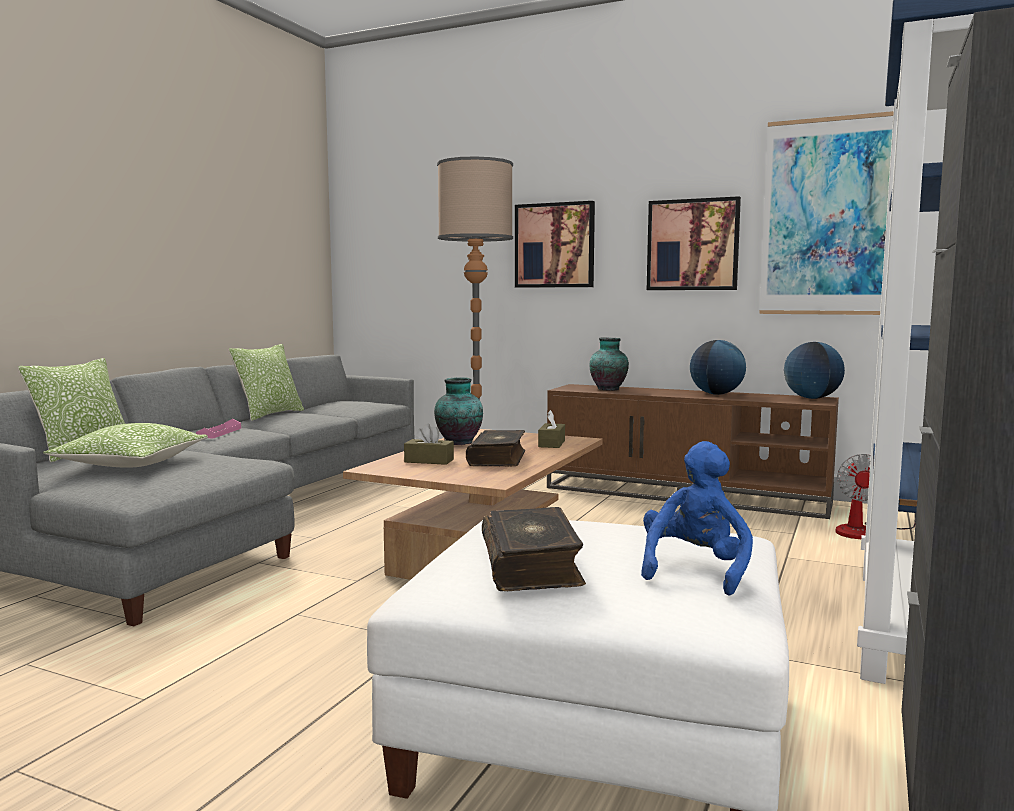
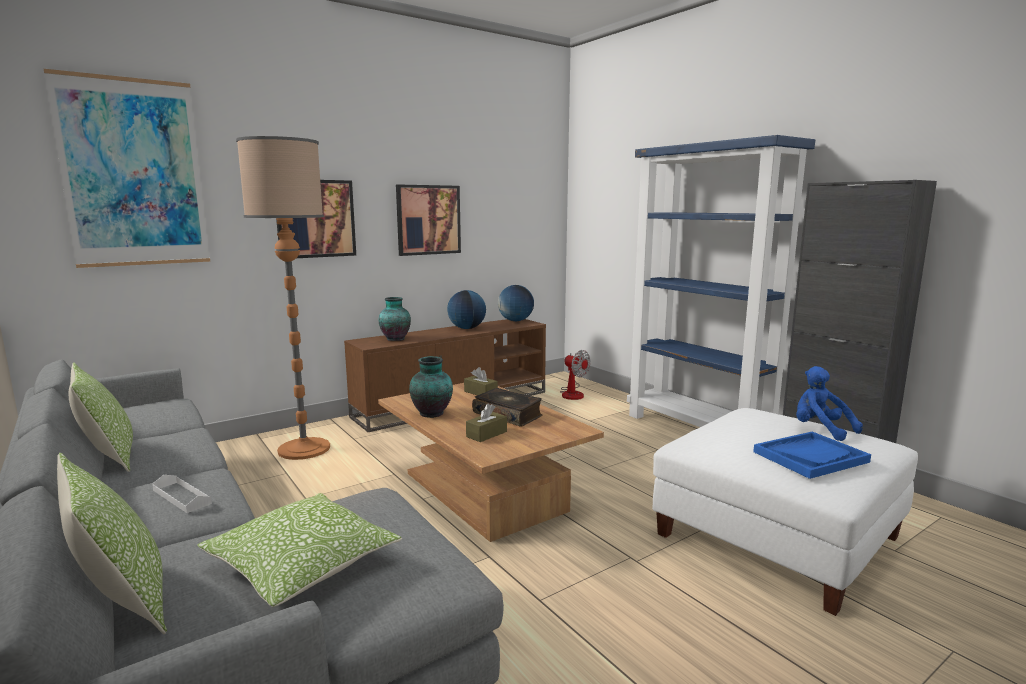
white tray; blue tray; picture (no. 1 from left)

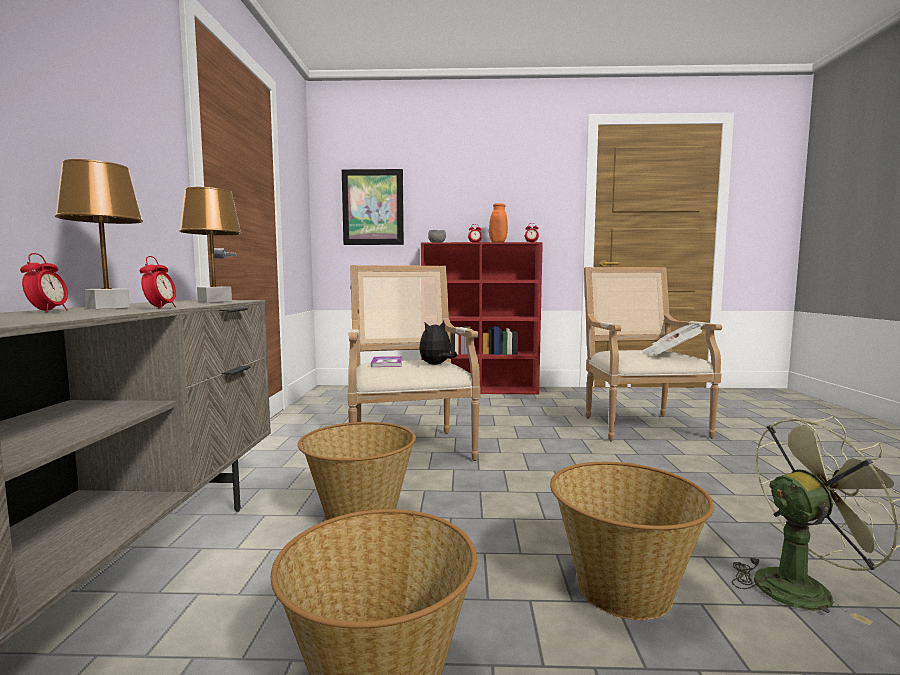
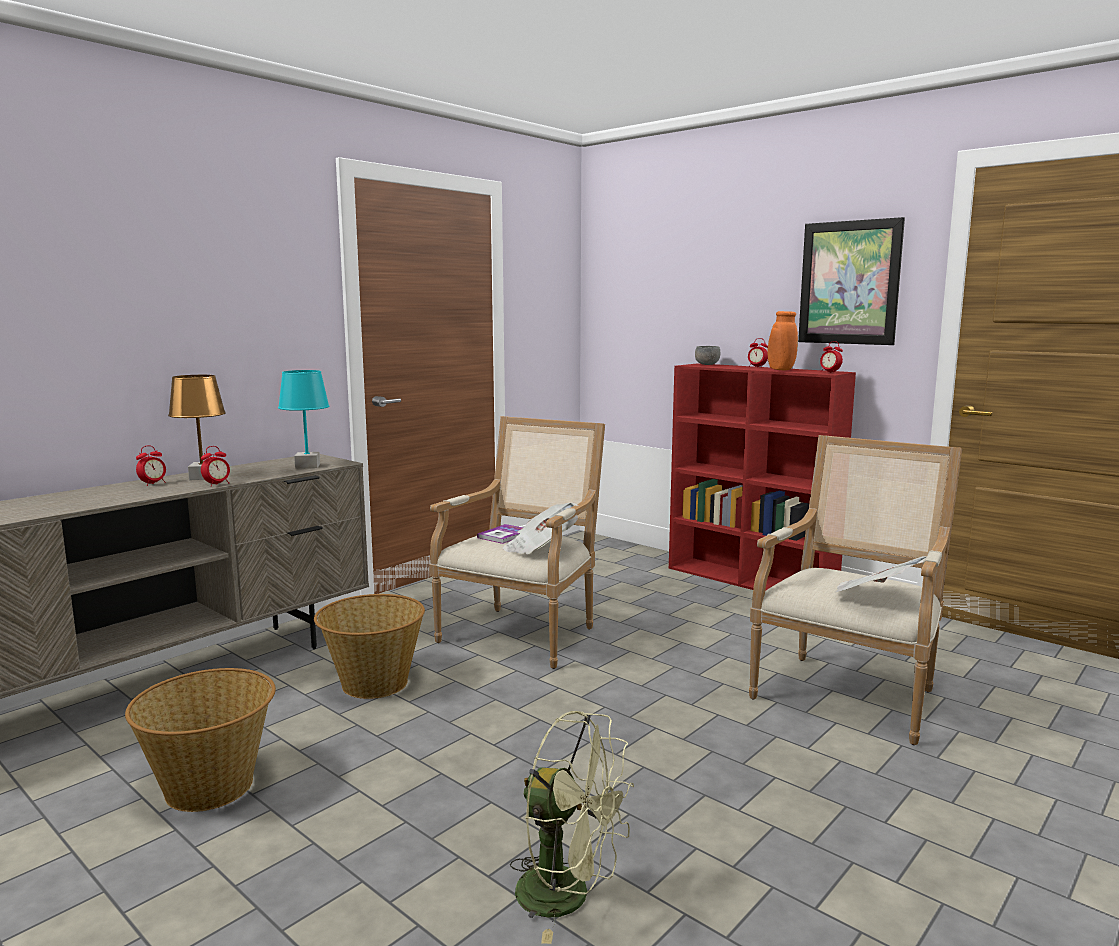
turquoise table lamp; picture; newspaper (no. 1 from left); basket (no. 3 from left in the first image)

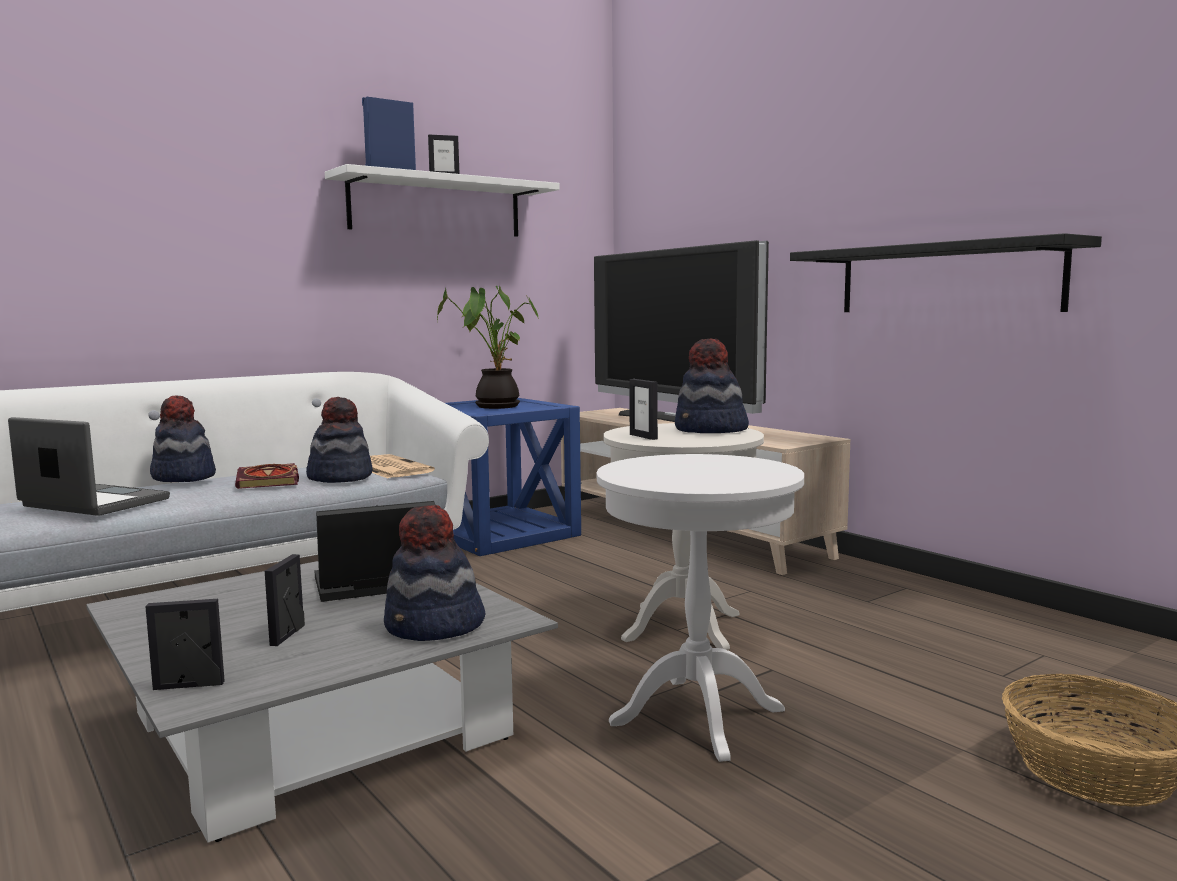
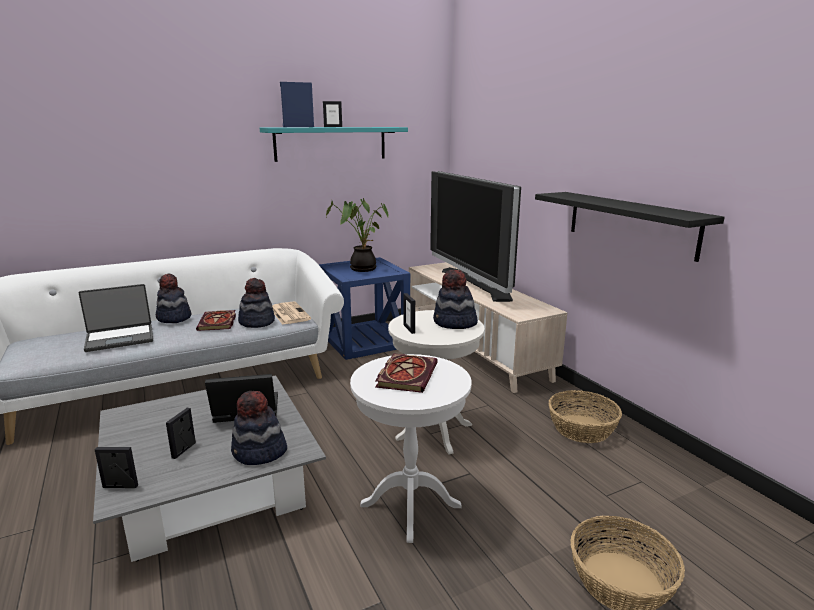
laptop (no. 1 from left); turquoise shelf; book (no. 2 from left); basket (no. 1 from left)

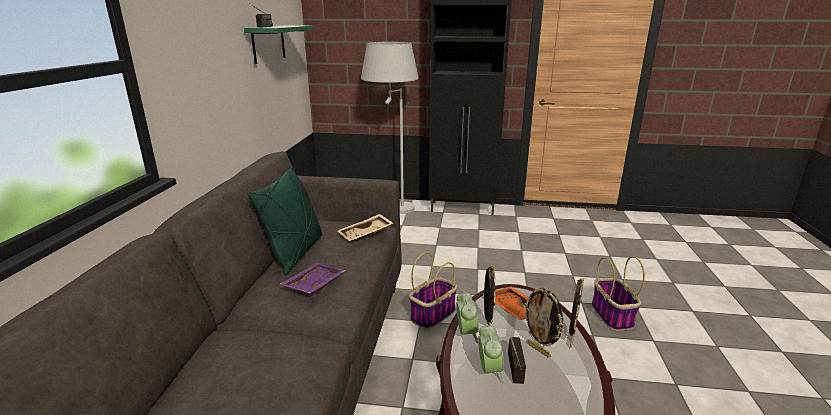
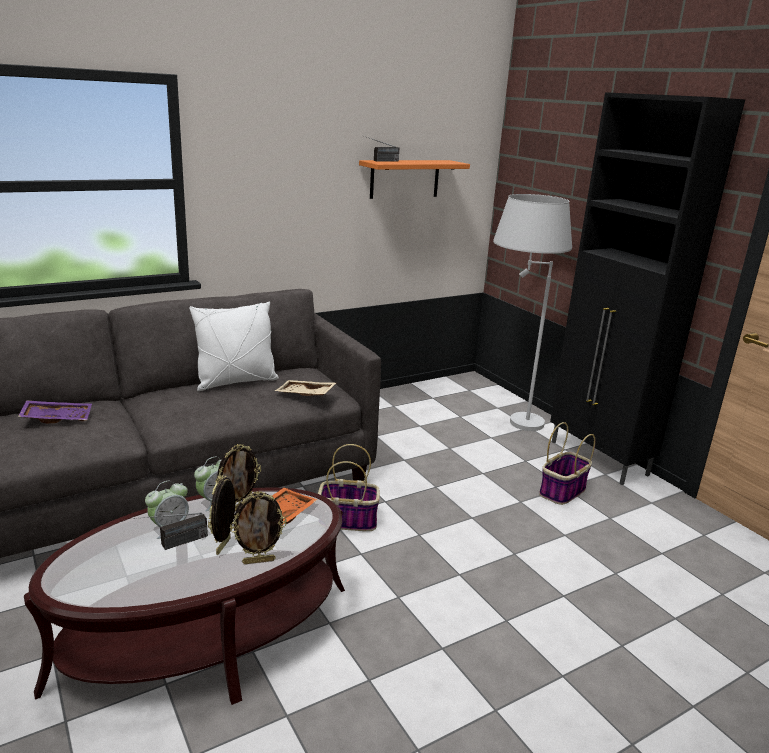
orange shelf; white pillow; purple tray; basket (no. 2 from left)

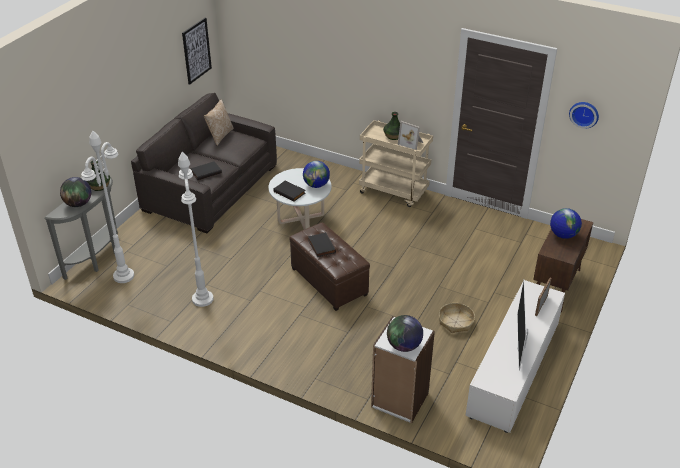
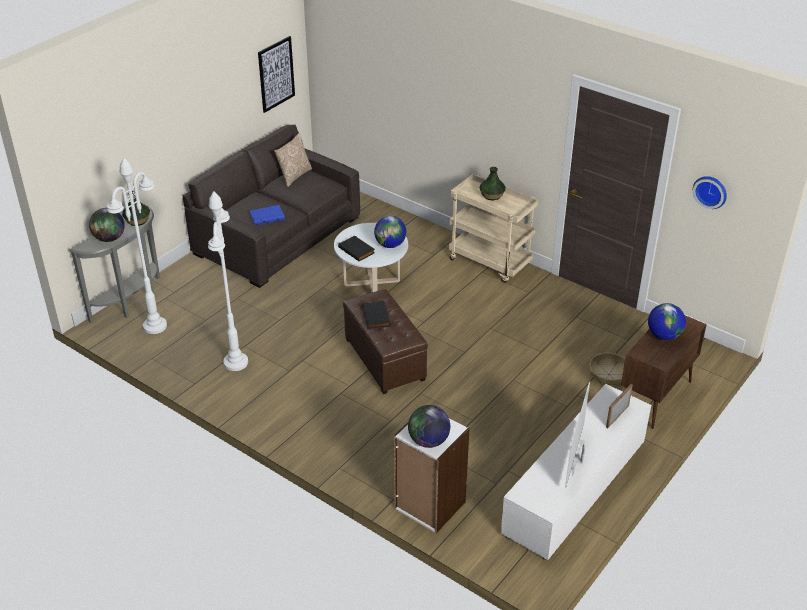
blue book; picture frame (no. 1 from left in the first image); basket

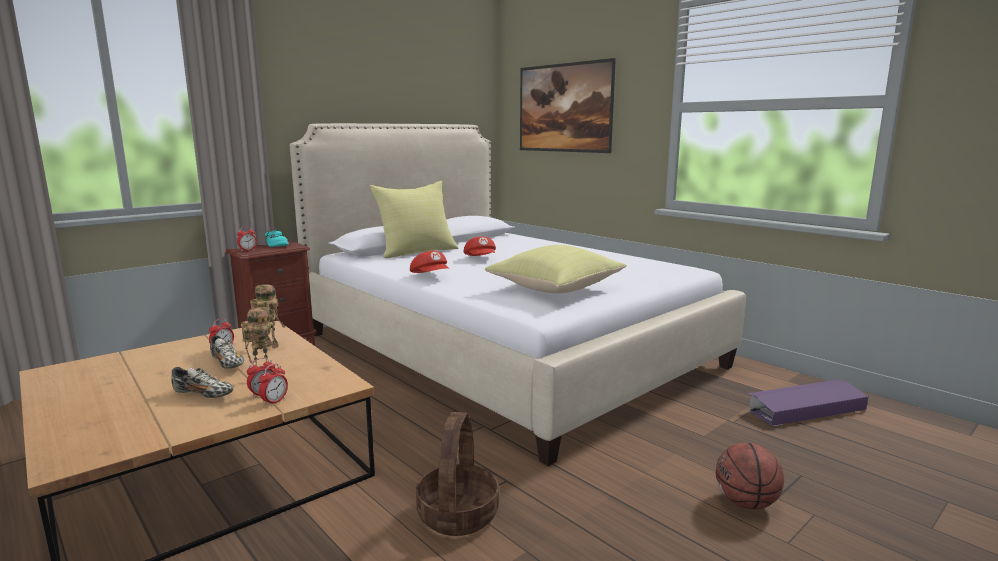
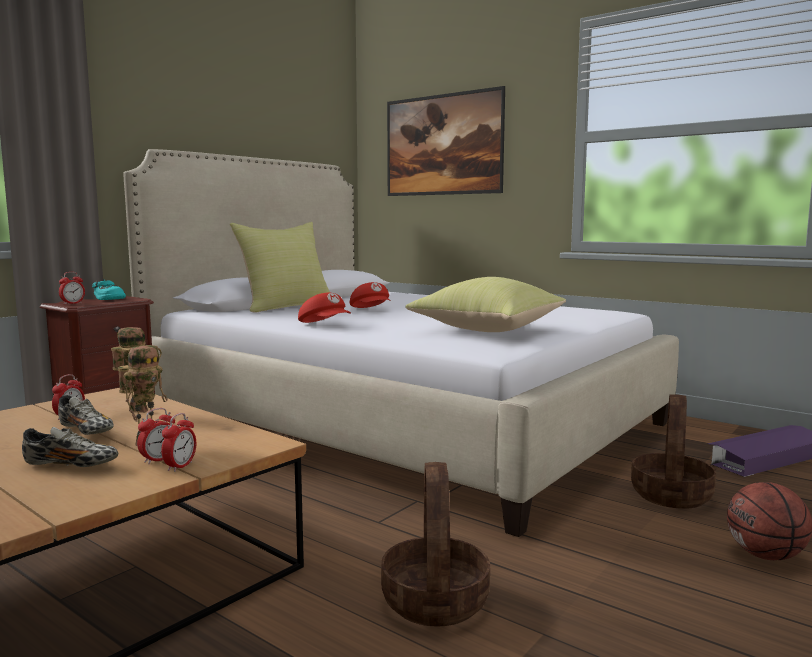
basket (no. 2 from left)

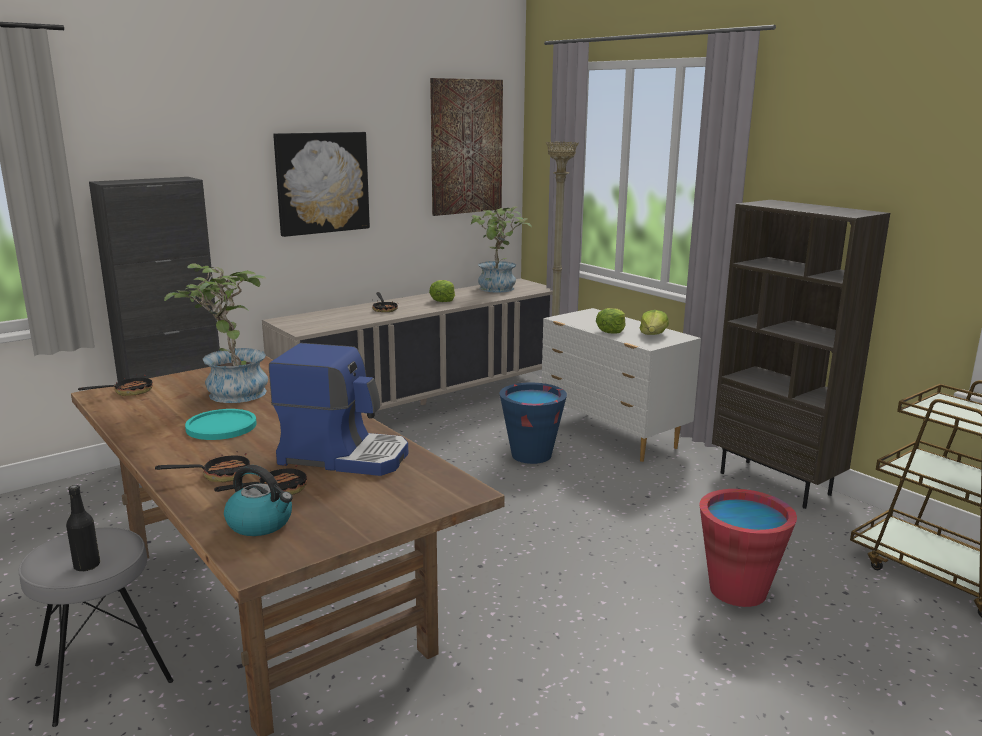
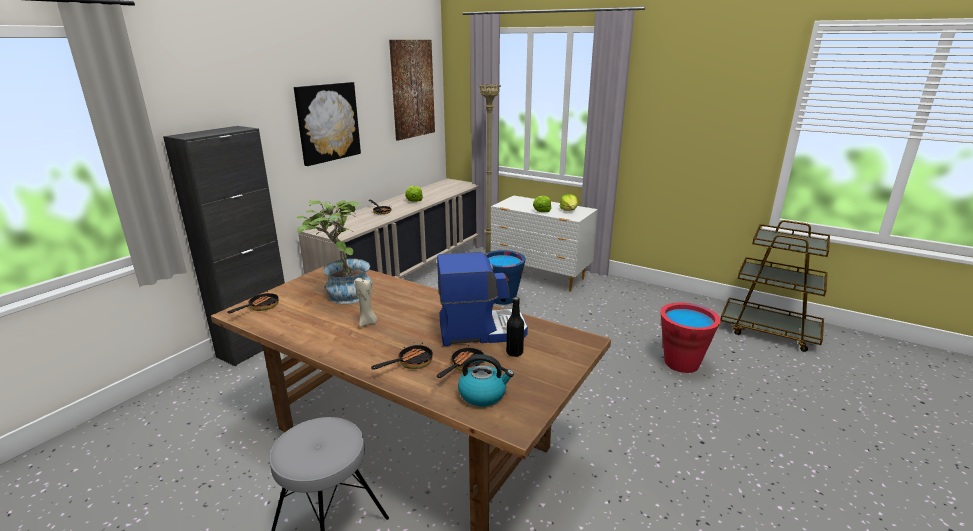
black bottle; beige candle; potted plant (no. 2 from left in the first image); brown bookcase

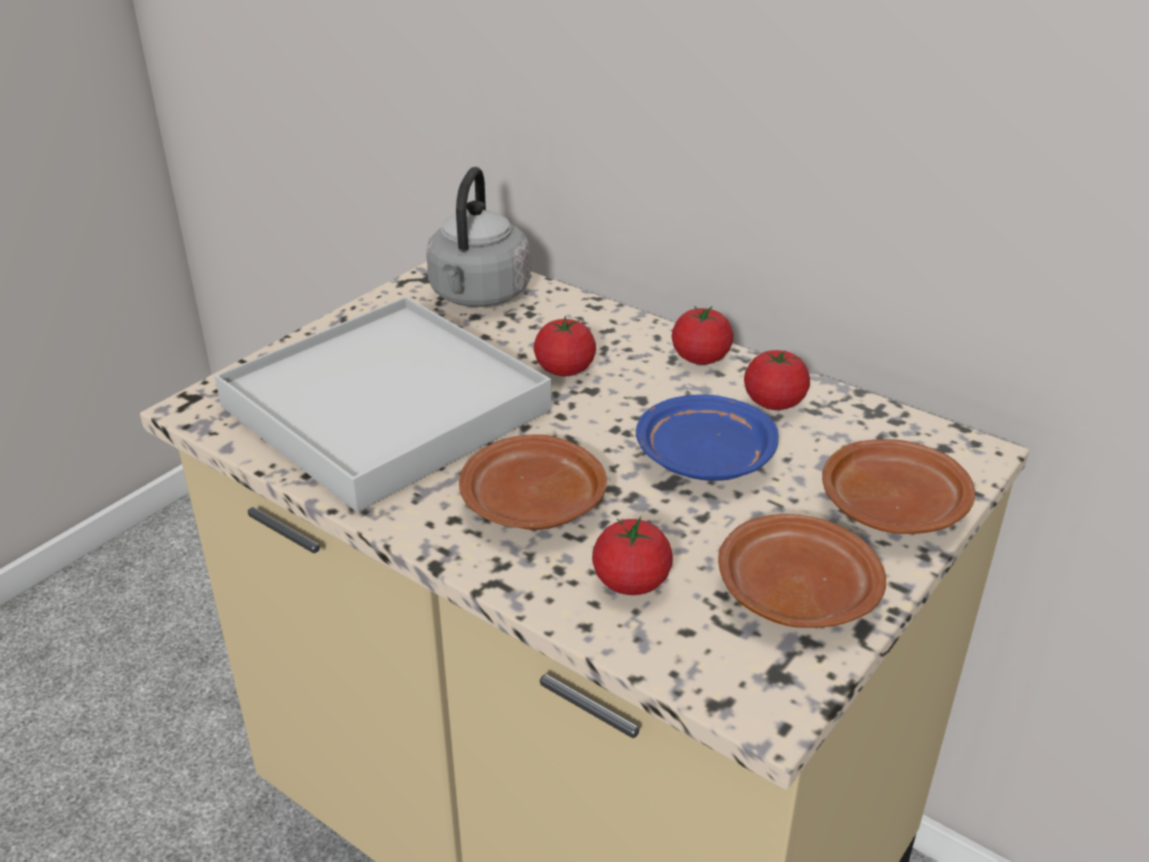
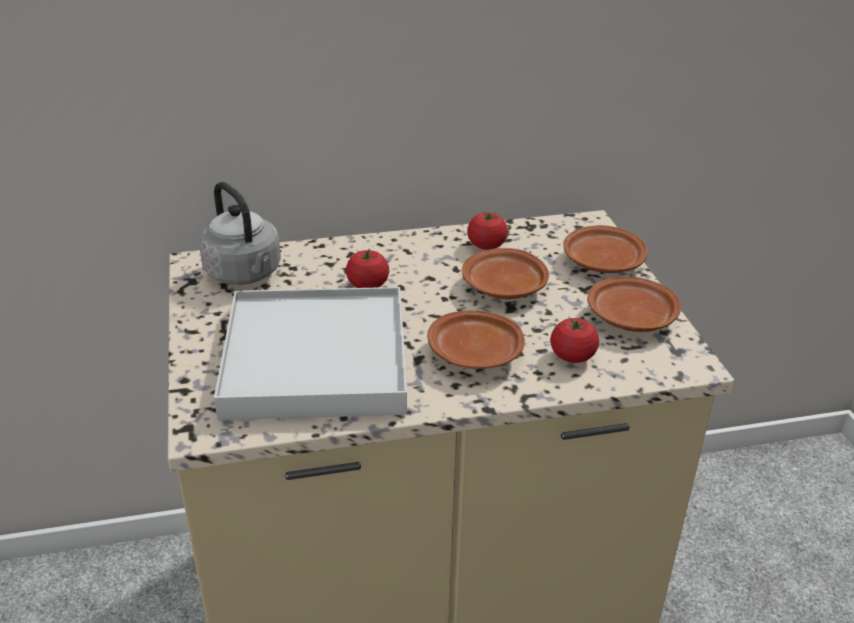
brown plate (no. 2 from left); tomato (no. 3 from left in the first image)

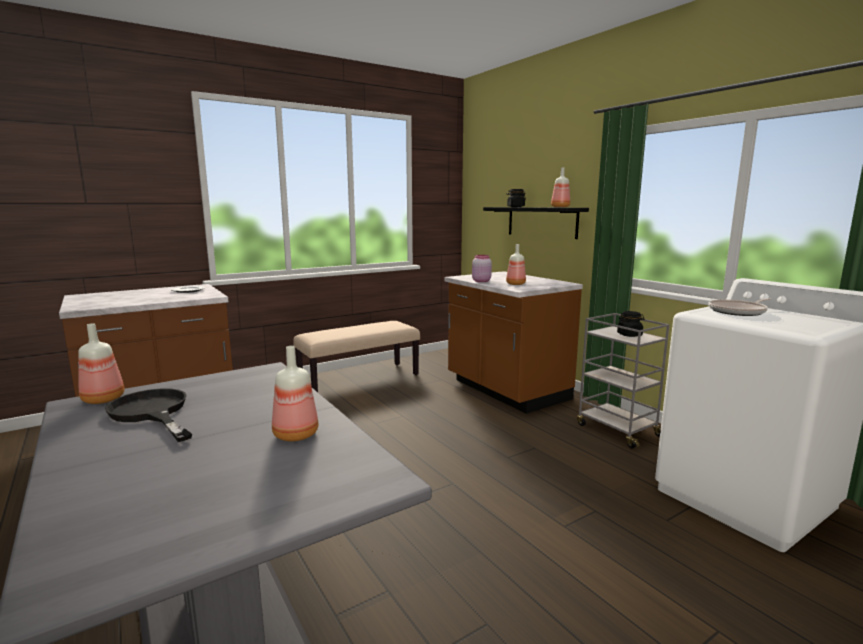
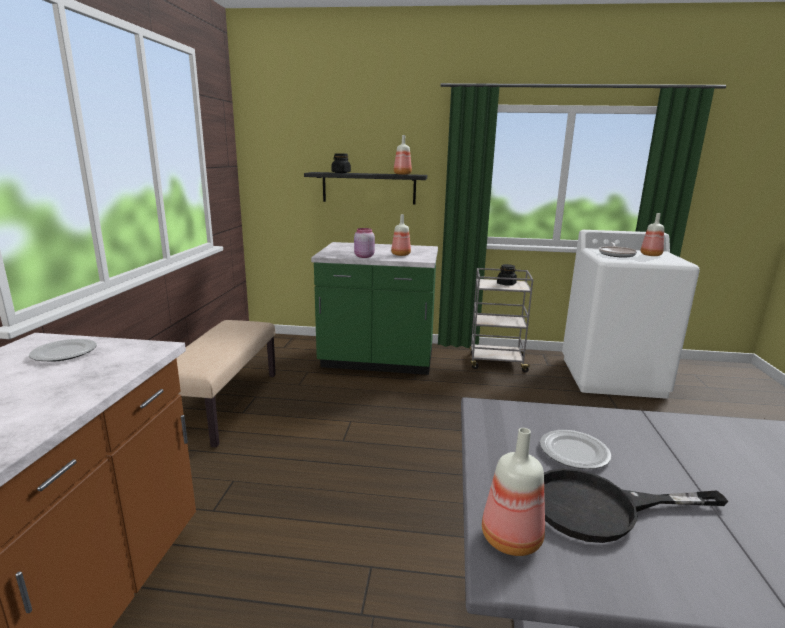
bottle (no. 4 from left); green counter; plate (no. 2 from left)

